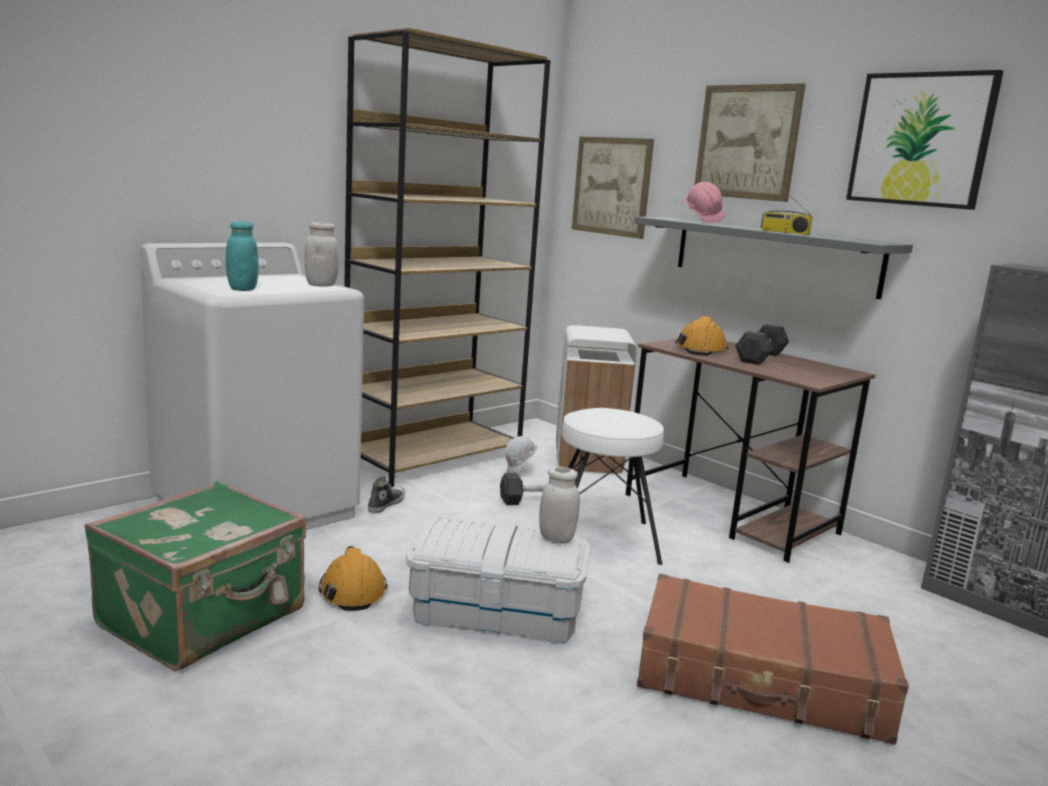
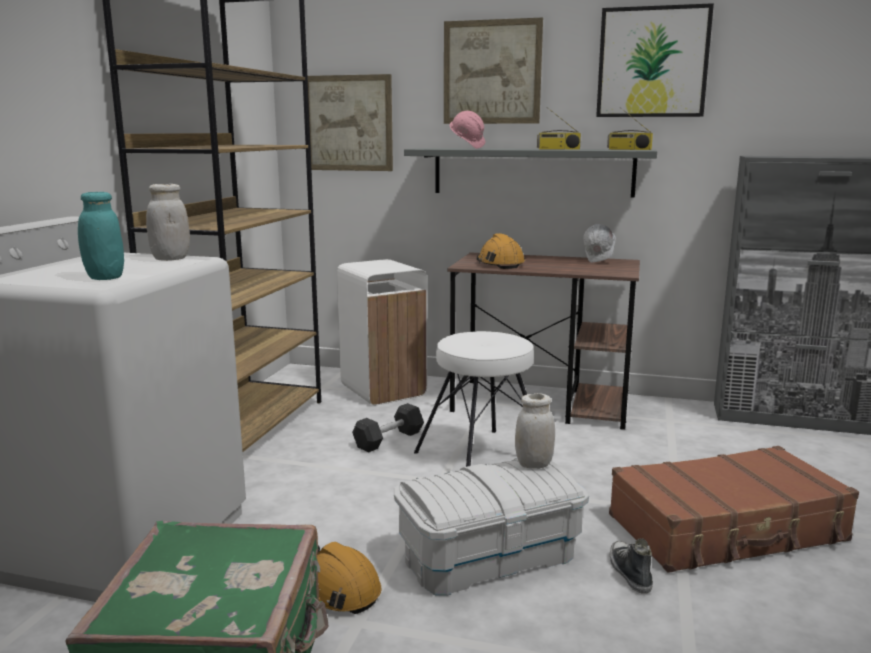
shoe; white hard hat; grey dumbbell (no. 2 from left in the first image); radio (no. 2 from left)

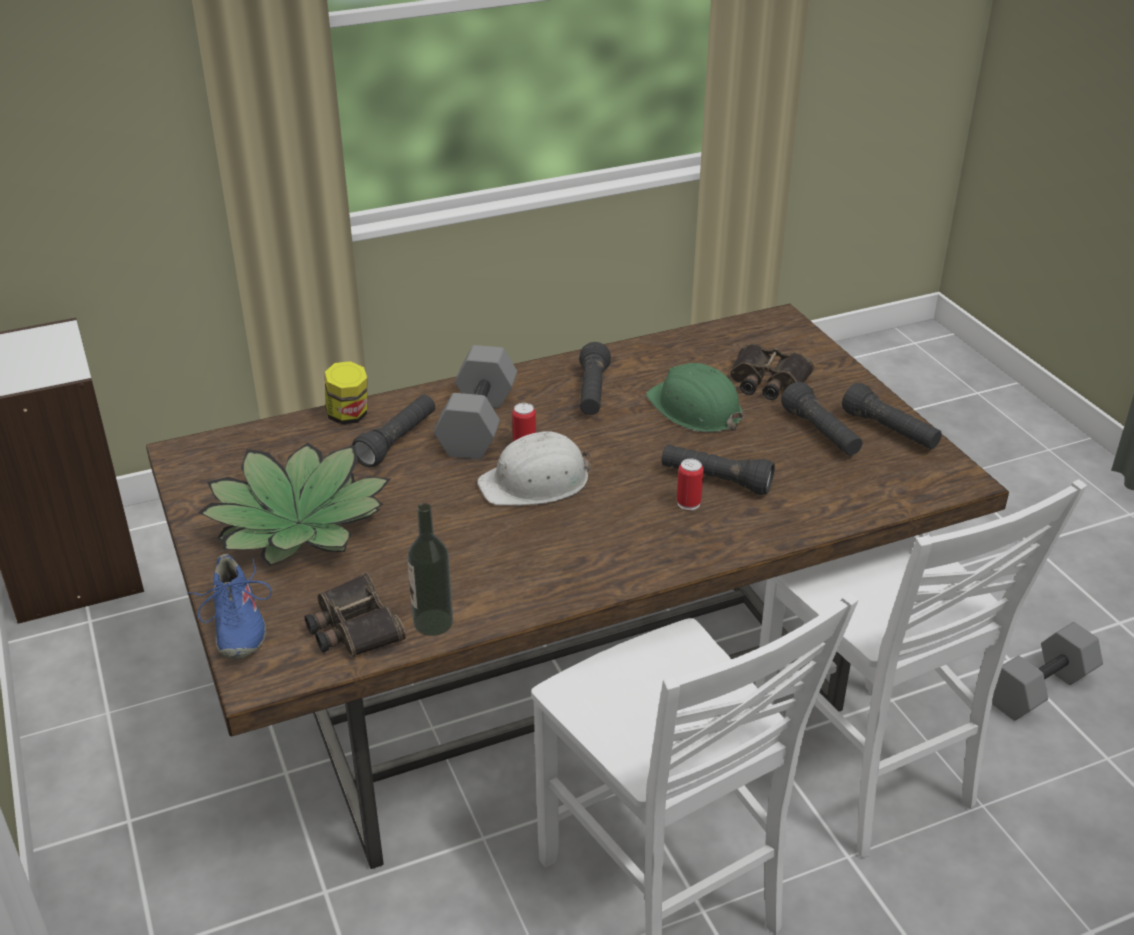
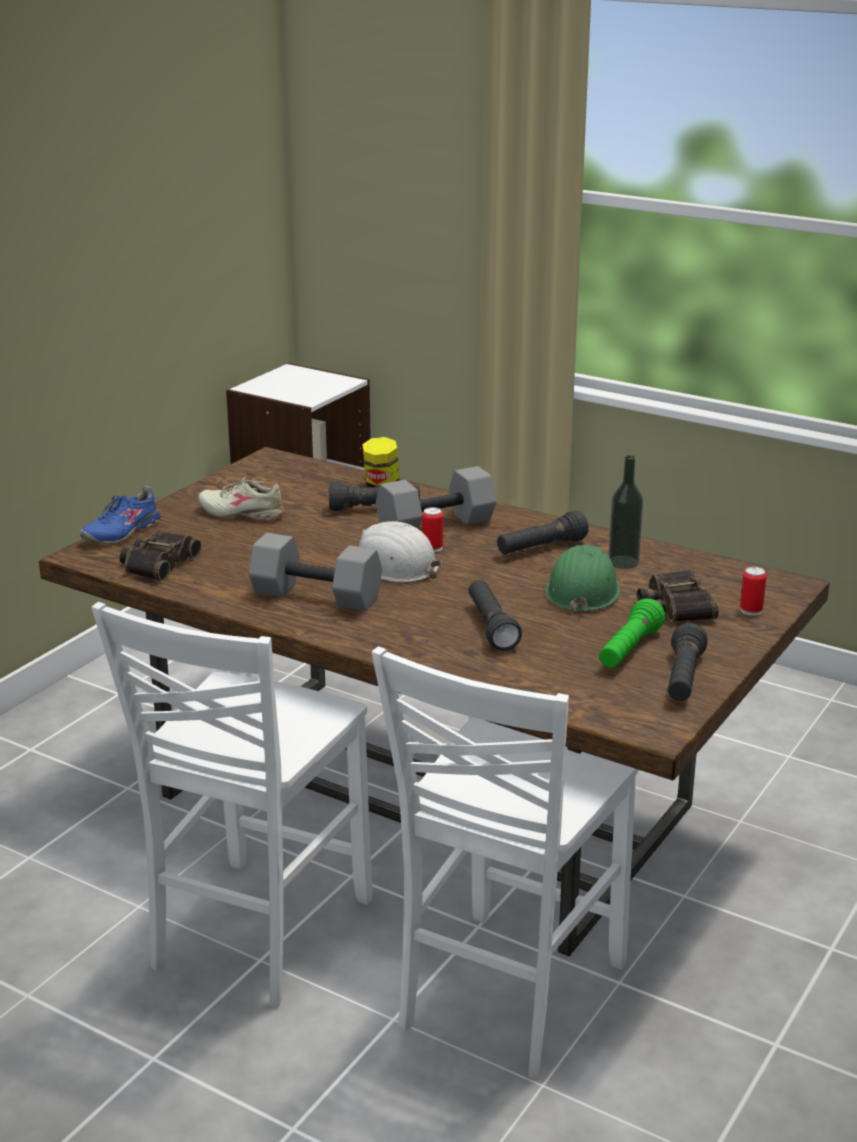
beige shoe; bottle; can (no. 2 from left); green flashlight; grey dumbbell (no. 1 from left)

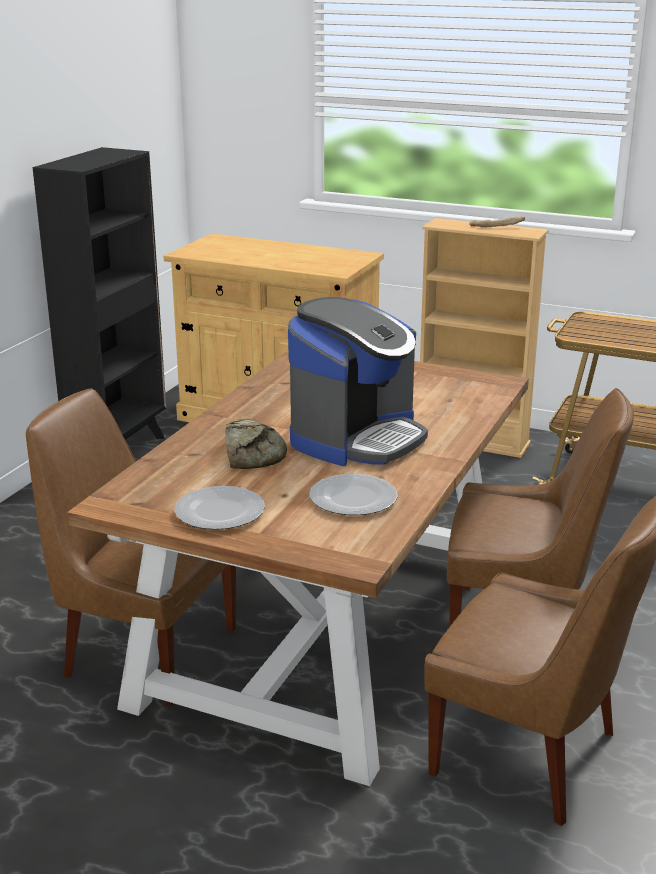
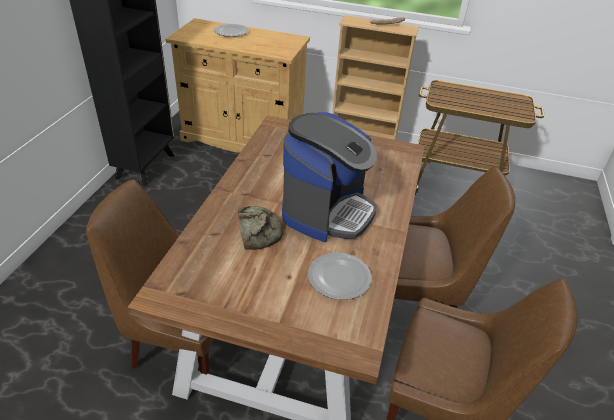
plate (no. 1 from left)

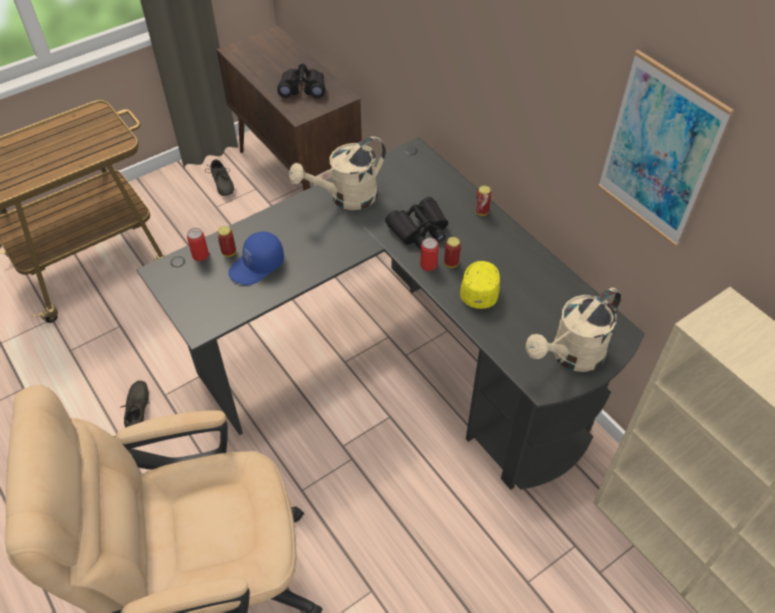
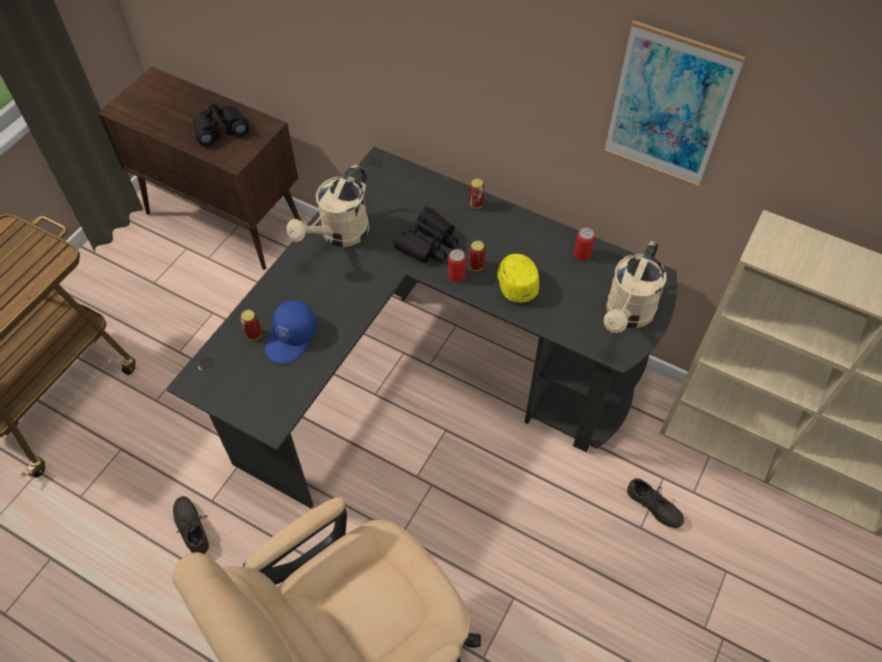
can (no. 5 from left); grey shoe (no. 2 from left)

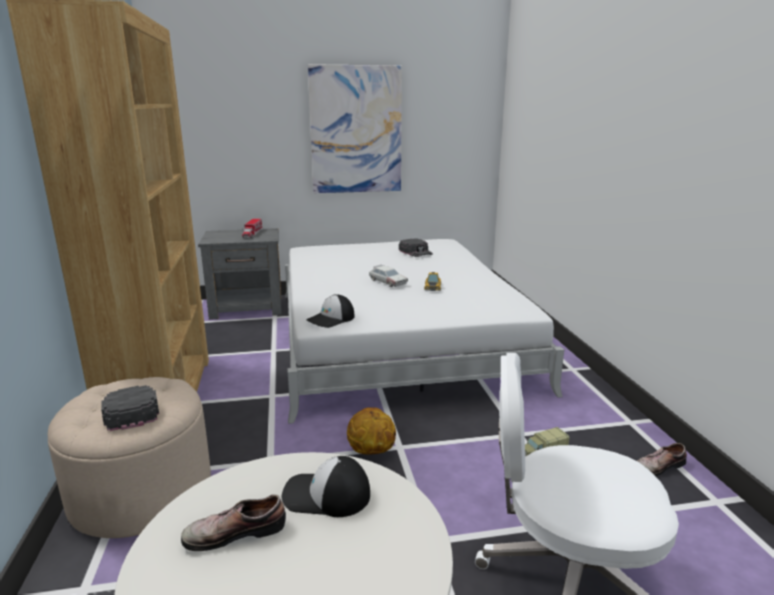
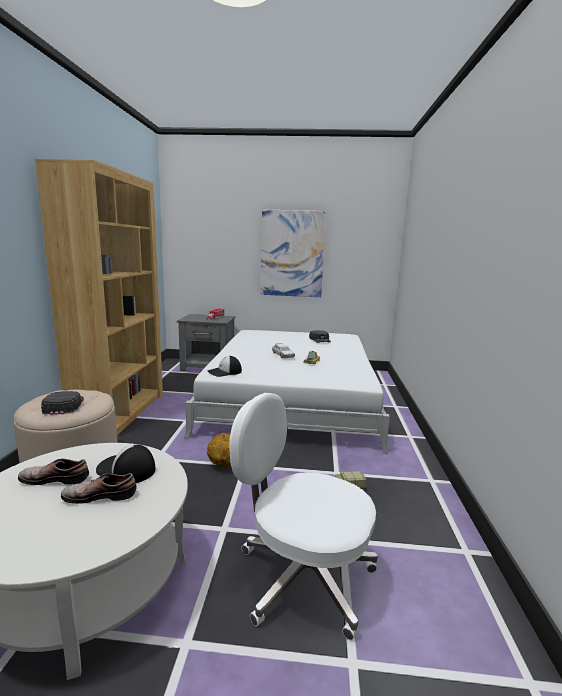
shoe (no. 2 from left)

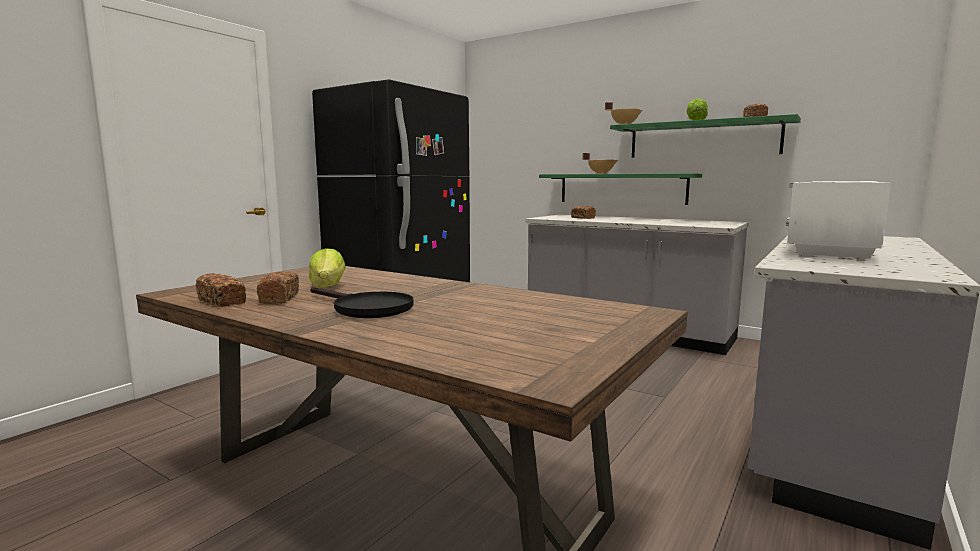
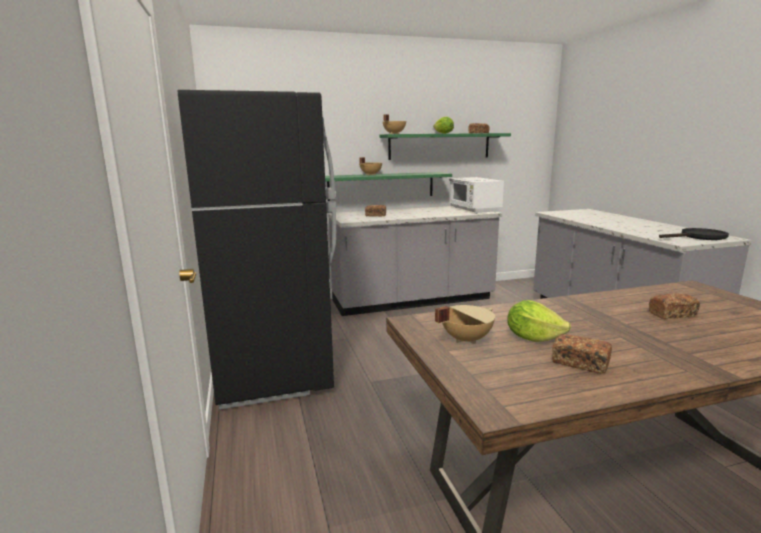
bread (no. 4 from left); black frying pan; white microwave; beige cooking pot (no. 3 from left)

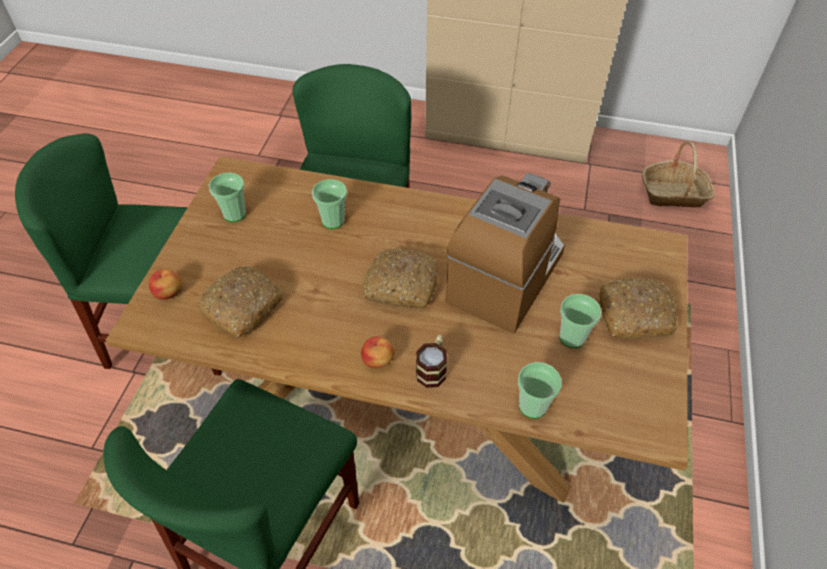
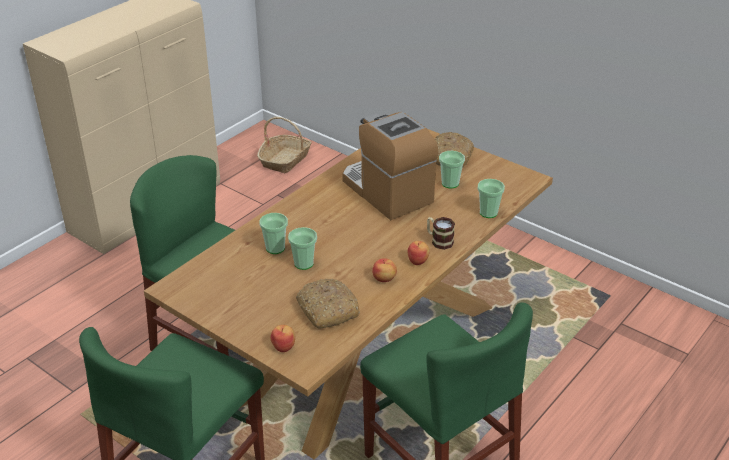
cup (no. 2 from left); bread (no. 2 from left in the first image); apple (no. 2 from left)

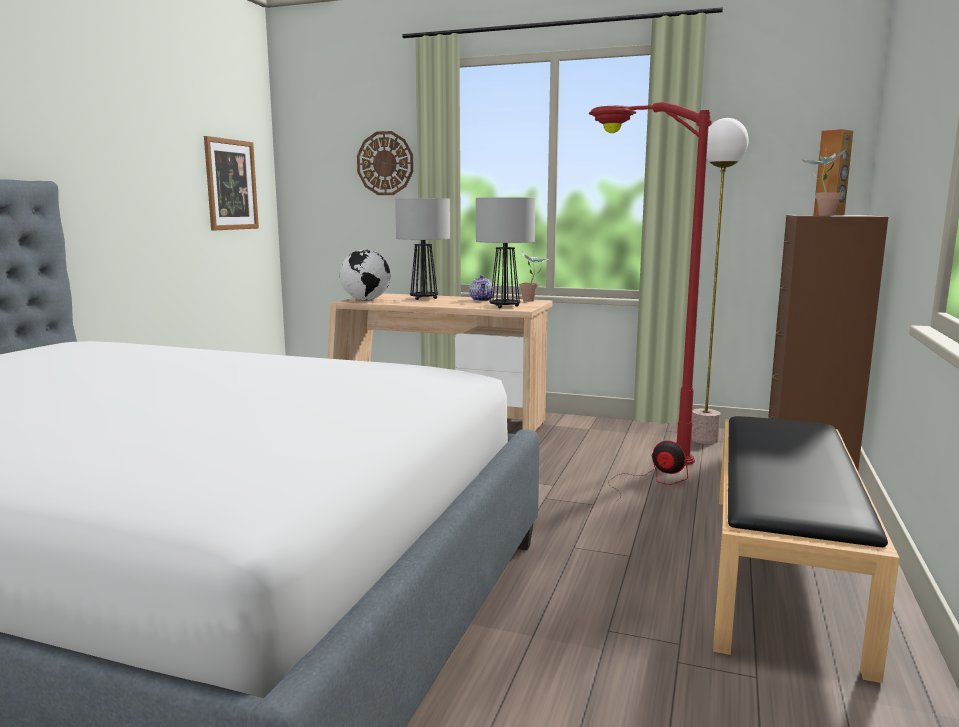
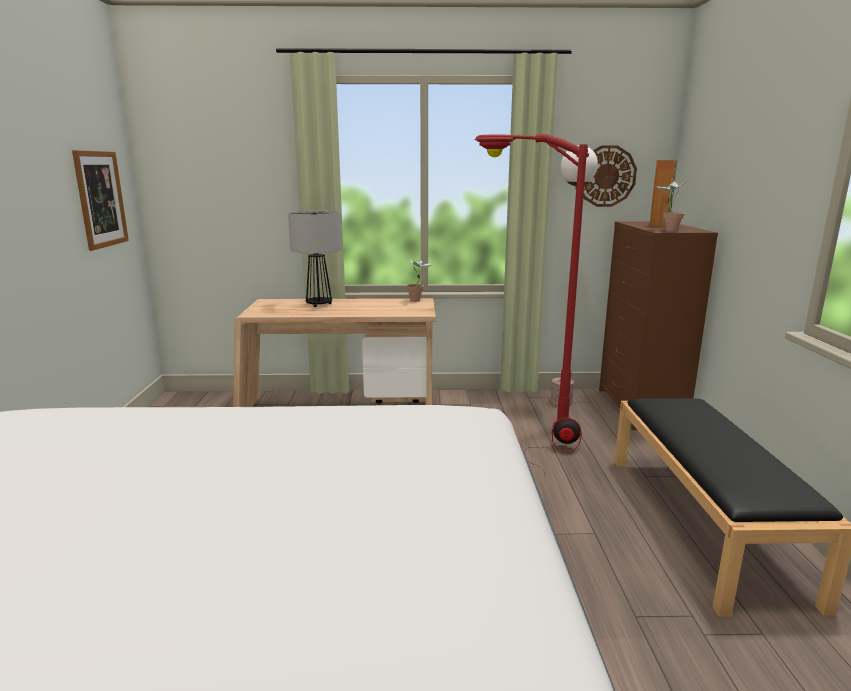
globe; wall clock; teapot; table lamp (no. 2 from left in the first image)

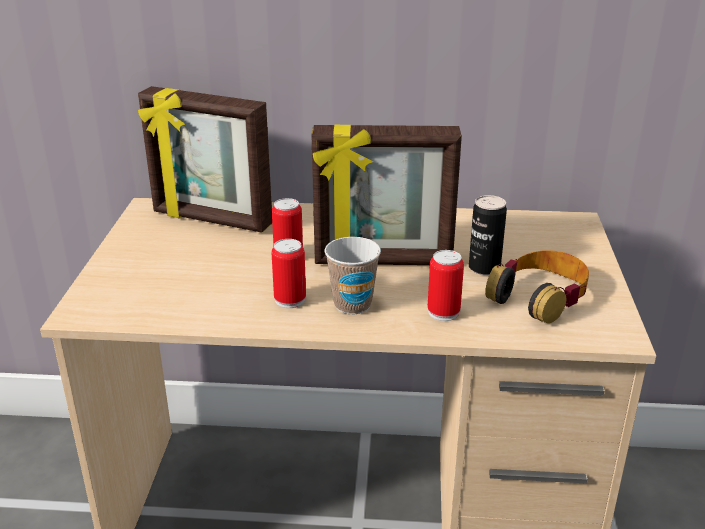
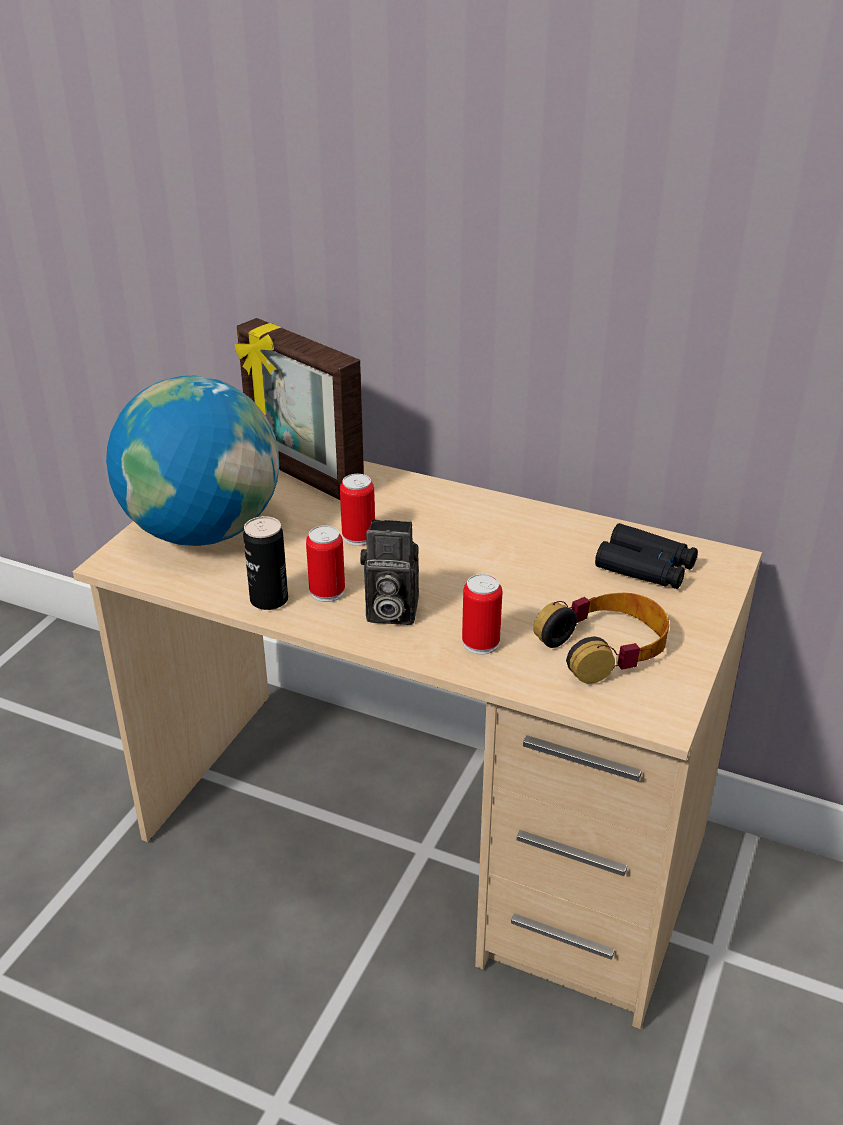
picture frame (no. 2 from left in the first image); photo camera; can (no. 1 from left); globe; black binoculars

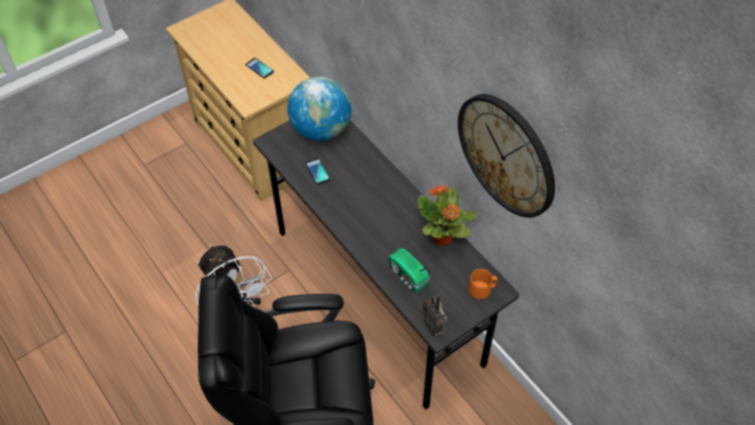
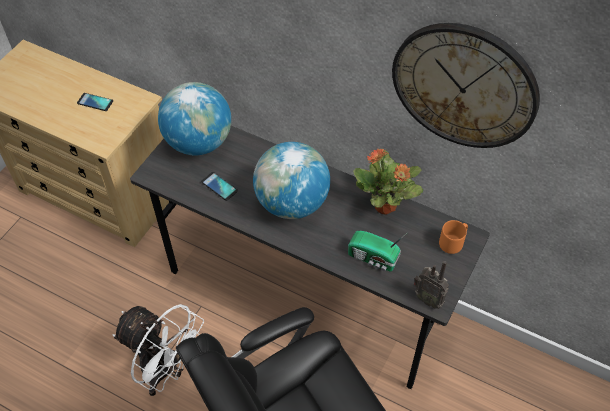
globe (no. 2 from left)

